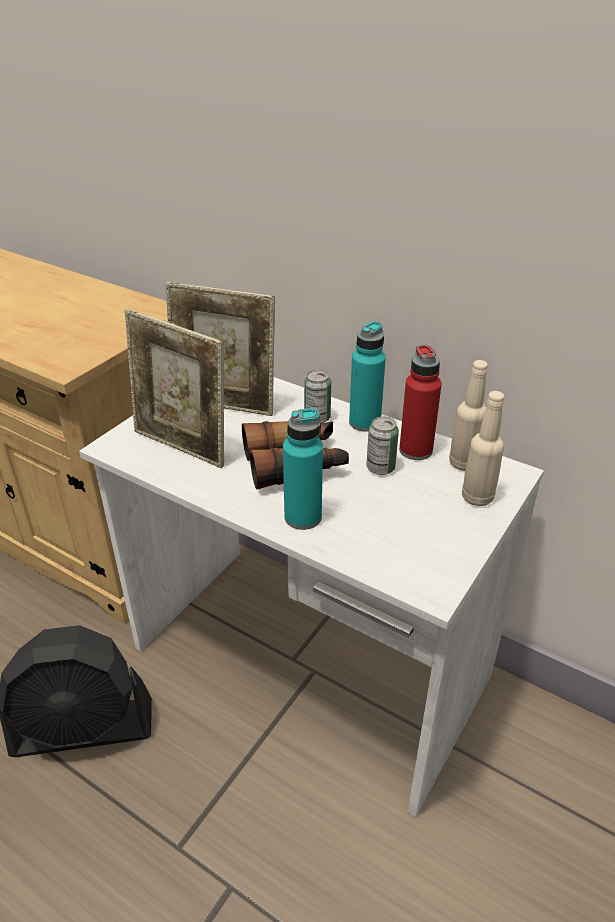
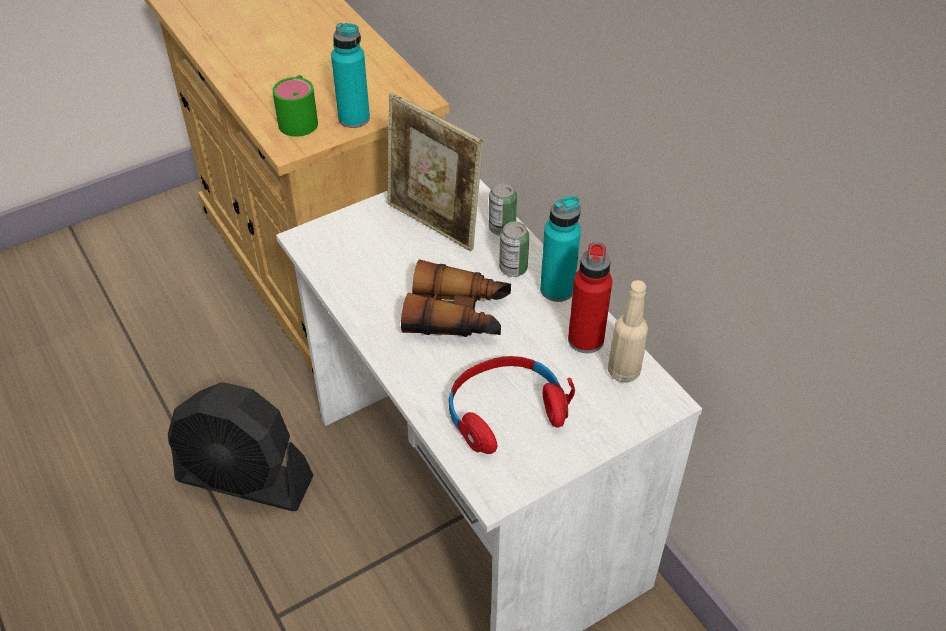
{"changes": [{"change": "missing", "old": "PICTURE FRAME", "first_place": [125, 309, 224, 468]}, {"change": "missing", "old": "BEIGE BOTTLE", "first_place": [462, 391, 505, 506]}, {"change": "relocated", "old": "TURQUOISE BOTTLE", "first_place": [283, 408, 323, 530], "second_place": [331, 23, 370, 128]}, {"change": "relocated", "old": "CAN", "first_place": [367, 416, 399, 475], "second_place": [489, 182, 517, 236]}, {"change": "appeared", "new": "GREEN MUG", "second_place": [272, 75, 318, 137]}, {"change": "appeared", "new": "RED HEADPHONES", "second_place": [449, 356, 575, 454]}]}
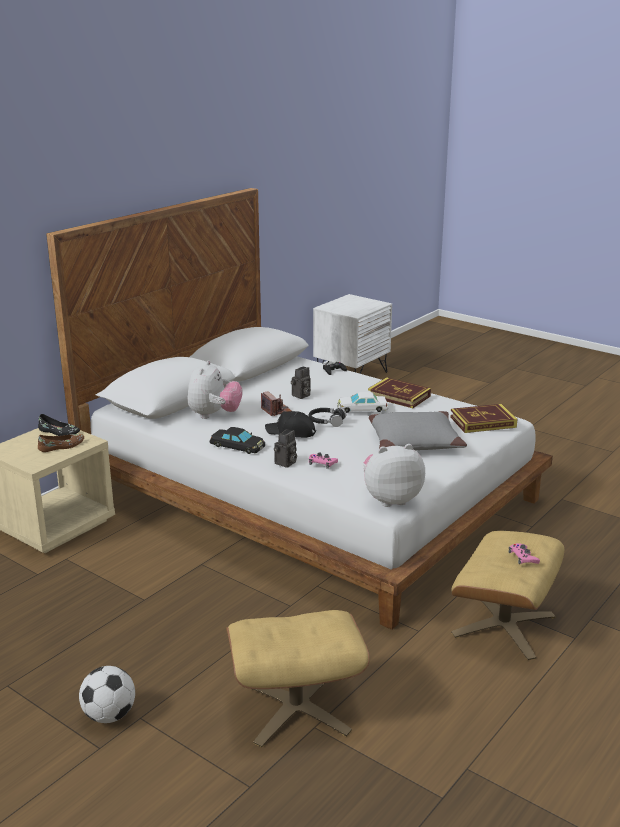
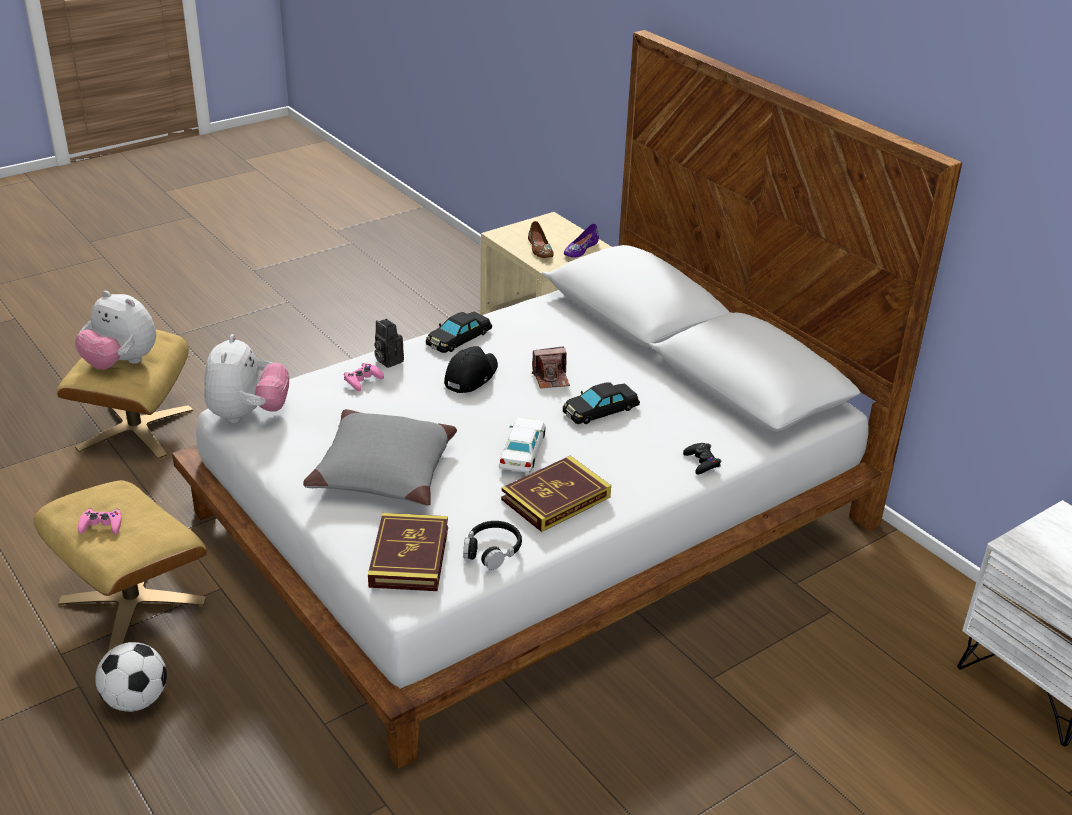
{"changes": [{"change": "relocated", "old": "PLUSH TOY", "first_place": [188, 360, 243, 419], "second_place": [75, 291, 156, 370]}, {"change": "exchanged", "old": "PHOTO CAMERA", "new": "BLACK TOY CAR", "first_place": [291, 367, 311, 399], "second_place": [563, 382, 640, 424]}, {"change": "relocated", "old": "BLACK HEADPHONES", "first_place": [309, 408, 346, 427], "second_place": [463, 521, 522, 570]}, {"change": "colour", "old": "BLACK SHOE", "new": "PURPLE SHOE", "first_place": [38, 414, 80, 436], "second_place": [564, 224, 599, 258]}, {"change": "relocated", "old": "FOOTBALL", "first_place": [79, 666, 135, 723], "second_place": [95, 642, 167, 712]}]}
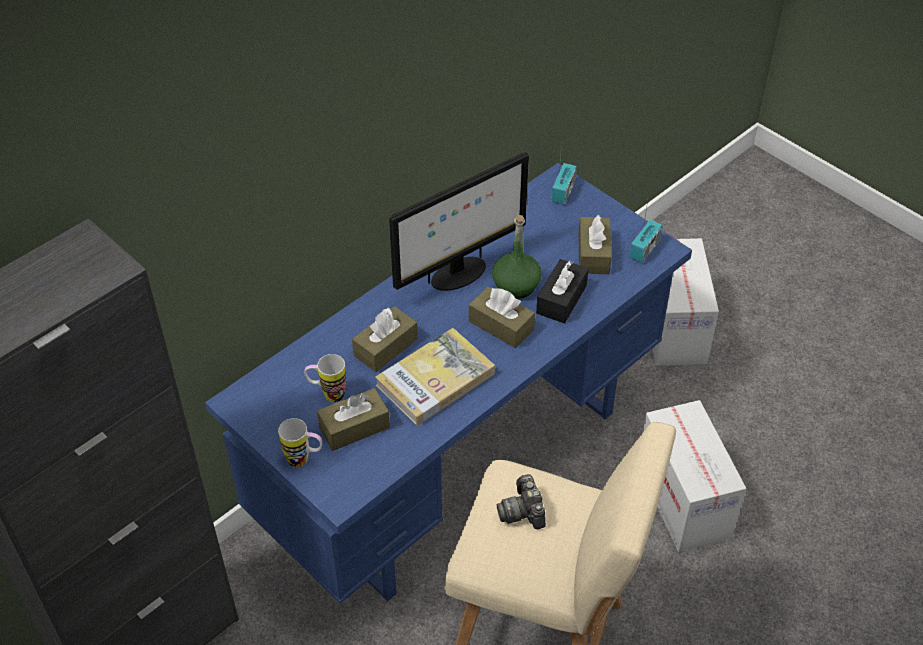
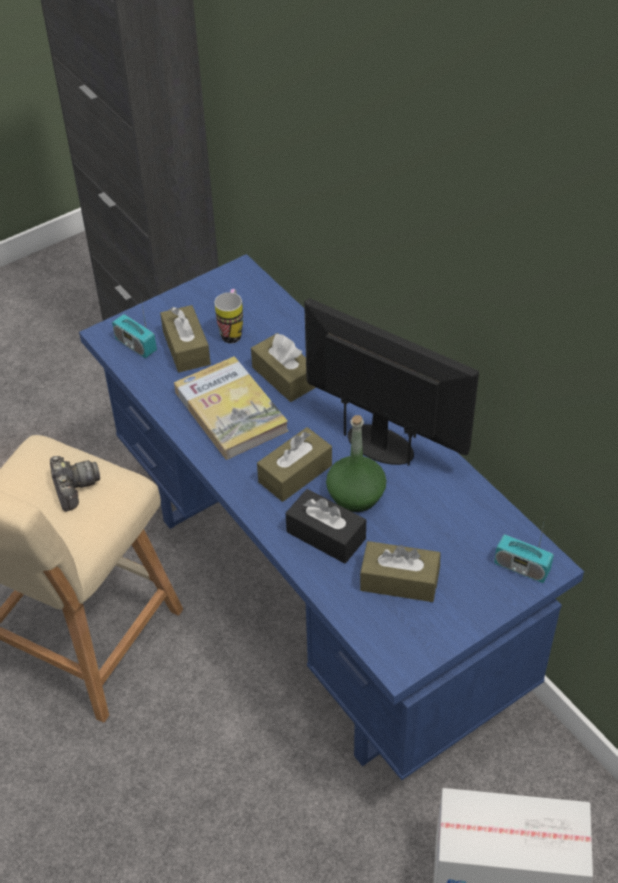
{"changes": [{"change": "spun", "old": "MONITOR", "first_place": [389, 152, 529, 291], "second_place": [304, 298, 479, 466], "degrees": 150}, {"change": "relocated", "old": "RADIO", "first_place": [630, 201, 663, 263], "second_place": [112, 294, 157, 358]}, {"change": "missing", "old": "CARDBOARD BOX", "first_place": [643, 400, 746, 552]}, {"change": "missing", "old": "MUG", "first_place": [278, 418, 322, 467]}, {"change": "spun", "old": "PHOTO CAMERA", "first_place": [497, 474, 546, 529], "second_place": [50, 456, 100, 512], "degrees": 75}]}
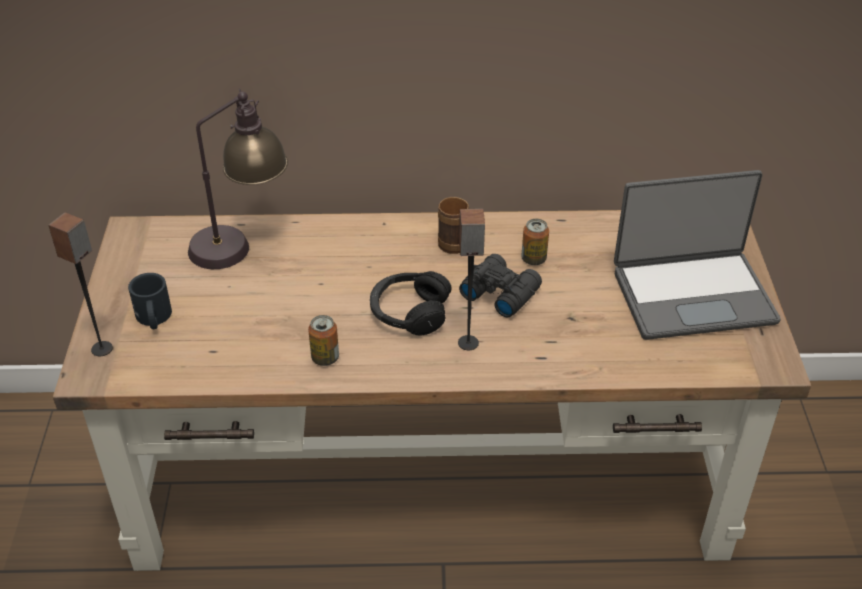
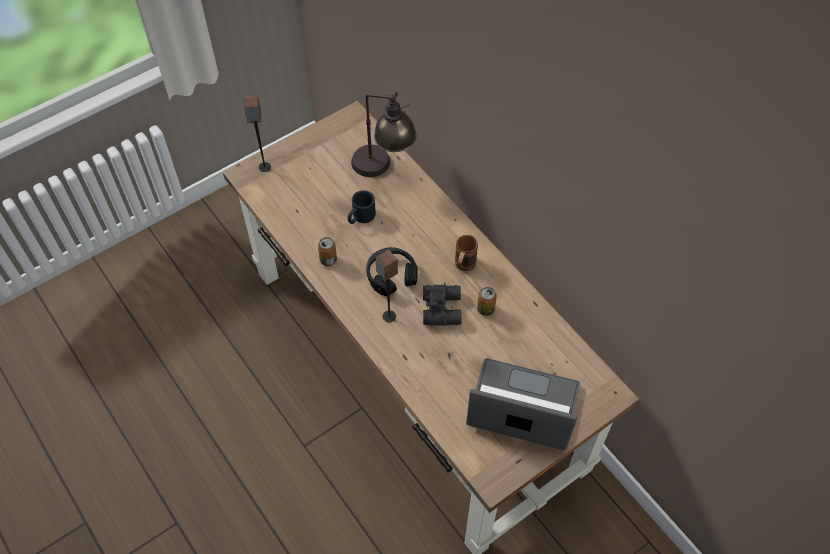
{"changes": [{"change": "spun", "old": "LAPTOP", "first_place": [614, 170, 781, 340], "second_place": [466, 358, 580, 450], "degrees": 150}, {"change": "relocated", "old": "BLACK MUG", "first_place": [128, 273, 172, 329], "second_place": [348, 190, 376, 224]}]}
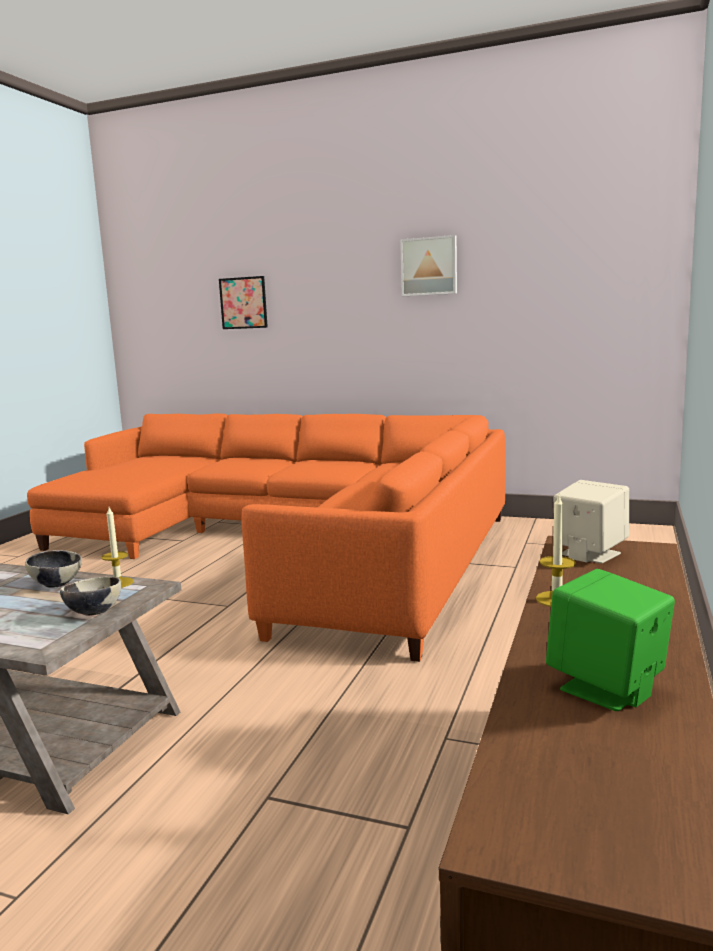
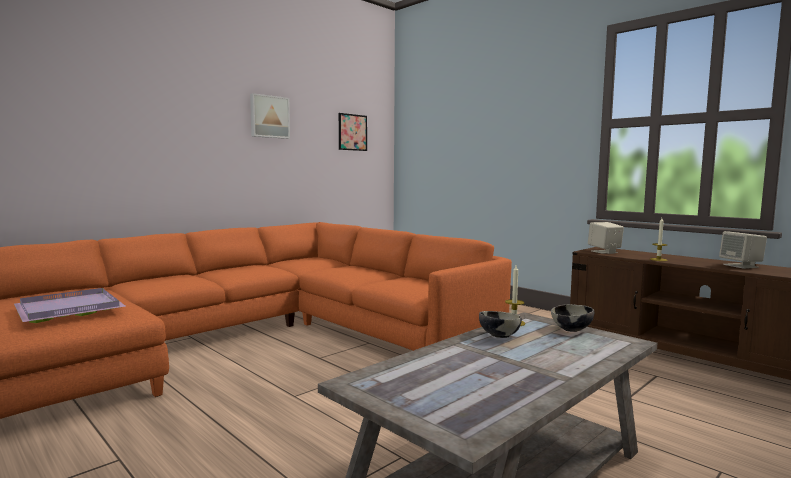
{"changes": [{"change": "relocated", "old": "PICTURE", "first_place": [219, 276, 268, 329], "second_place": [339, 113, 367, 151]}, {"change": "colour", "old": "GREEN SPEAKER", "new": "BEIGE SPEAKER", "first_place": [546, 569, 675, 711], "second_place": [719, 231, 767, 269]}, {"change": "appeared", "new": "PURPLE TRAY", "second_place": [14, 288, 126, 323]}]}
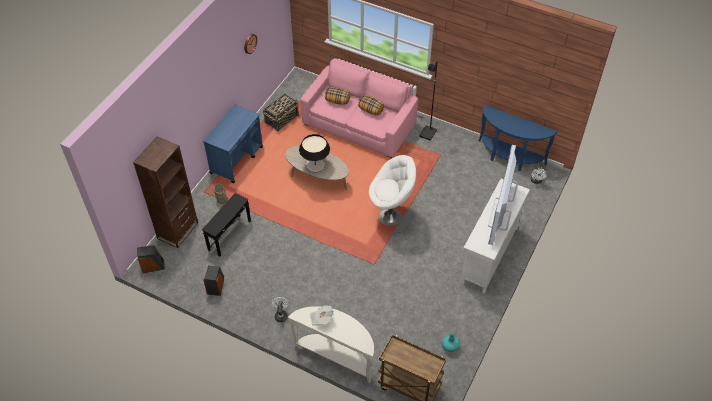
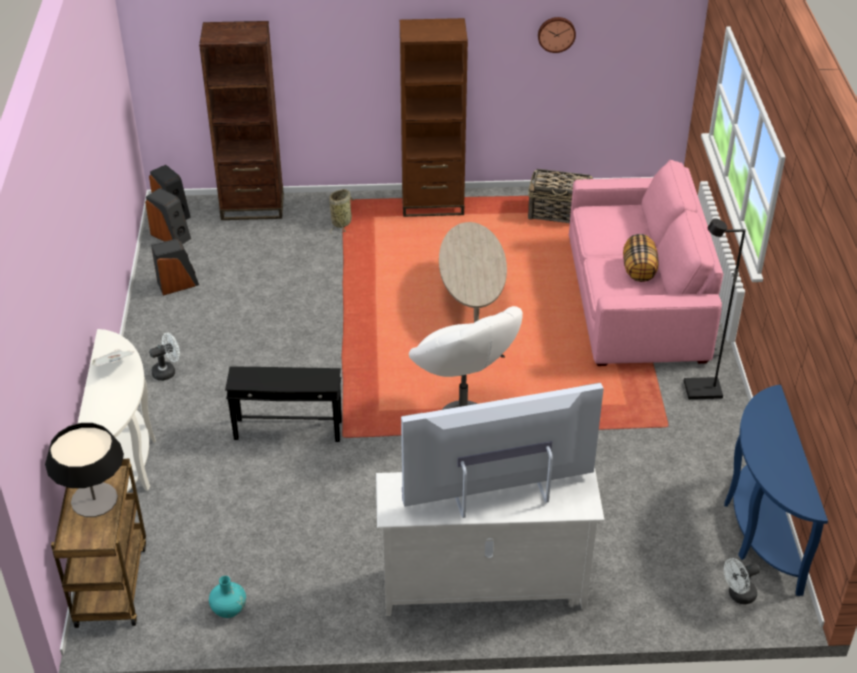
{"changes": [{"change": "missing", "old": "PILLOW", "first_place": [325, 87, 350, 105]}, {"change": "exchanged", "old": "BLUE CART", "new": "BROWN BOOKCASE", "first_place": [203, 104, 263, 183], "second_place": [400, 18, 468, 217]}, {"change": "relocated", "old": "TABLE LAMP", "first_place": [299, 134, 330, 172], "second_place": [45, 423, 124, 517]}, {"change": "relocated", "old": "BLACK SIDE TABLE", "first_place": [202, 193, 251, 257], "second_place": [225, 366, 342, 442]}, {"change": "appeared", "new": "SPEAKER", "second_place": [145, 188, 191, 244]}]}
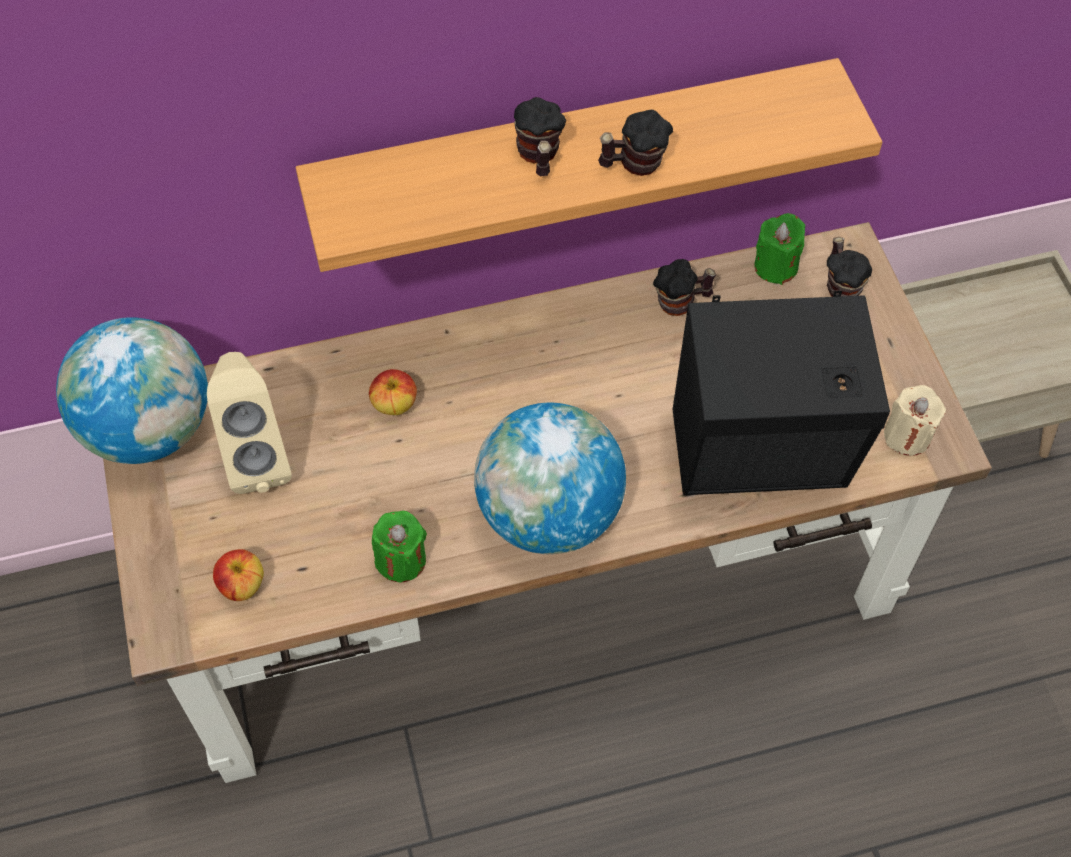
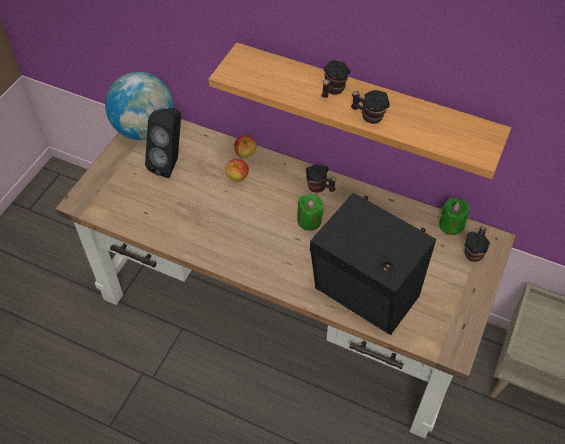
{"changes": [{"change": "relocated", "old": "MUG", "first_place": [653, 259, 716, 316], "second_place": [306, 164, 337, 193]}, {"change": "colour", "old": "BEIGE SPEAKER", "new": "BLACK SPEAKER", "first_place": [207, 352, 292, 494], "second_place": [145, 108, 181, 178]}, {"change": "missing", "old": "BEIGE CANDLE", "first_place": [884, 385, 946, 456]}, {"change": "missing", "old": "GLOBE", "first_place": [474, 403, 626, 554]}, {"change": "relocated", "old": "GREEN CANDLE", "first_place": [372, 511, 427, 582], "second_place": [297, 194, 324, 231]}, {"change": "relocated", "old": "APPLE", "first_place": [213, 549, 264, 601], "second_place": [234, 135, 256, 158]}]}
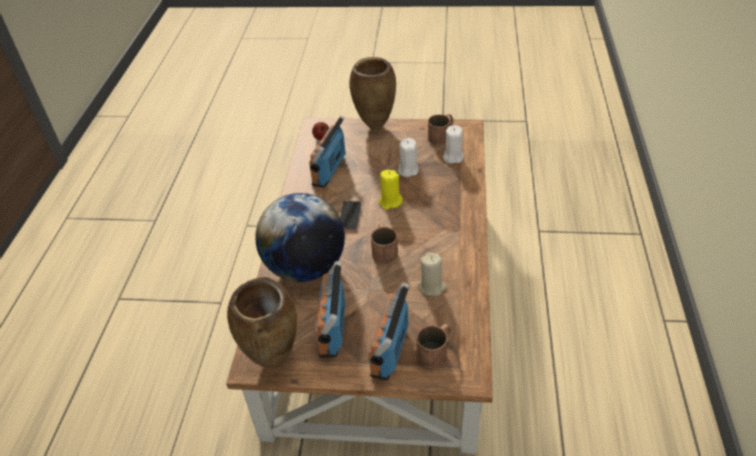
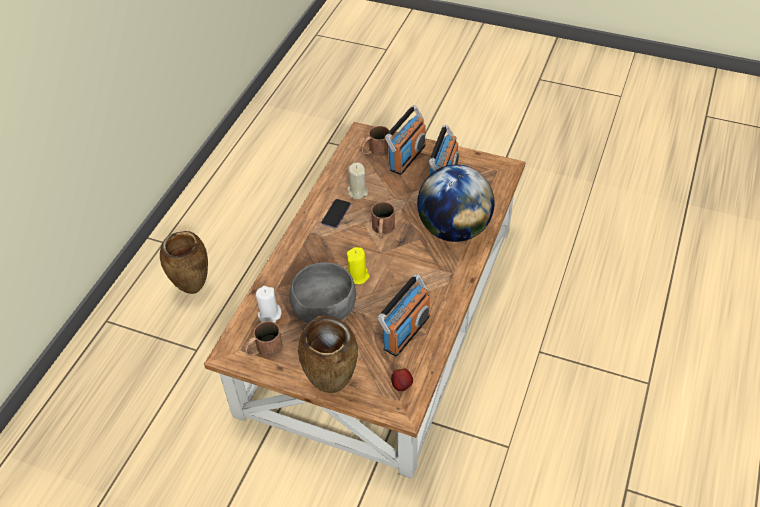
{"changes": [{"change": "exchanged", "old": "WHITE CANDLE", "new": "GREY BOWL", "first_place": [398, 138, 419, 177], "second_place": [289, 262, 356, 323]}, {"change": "relocated", "old": "PHONE", "first_place": [340, 201, 362, 230], "second_place": [321, 199, 351, 228]}, {"change": "relocated", "old": "BROWN VASE", "first_place": [227, 277, 297, 368], "second_place": [160, 231, 208, 294]}]}
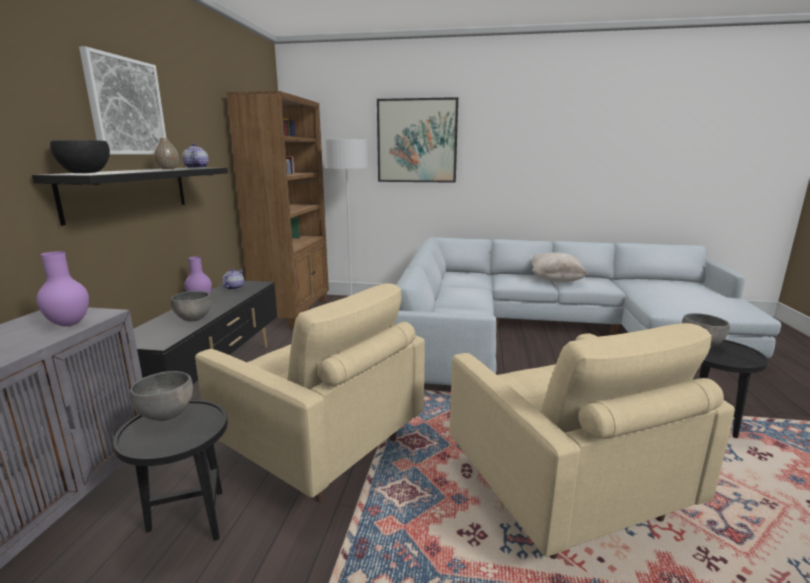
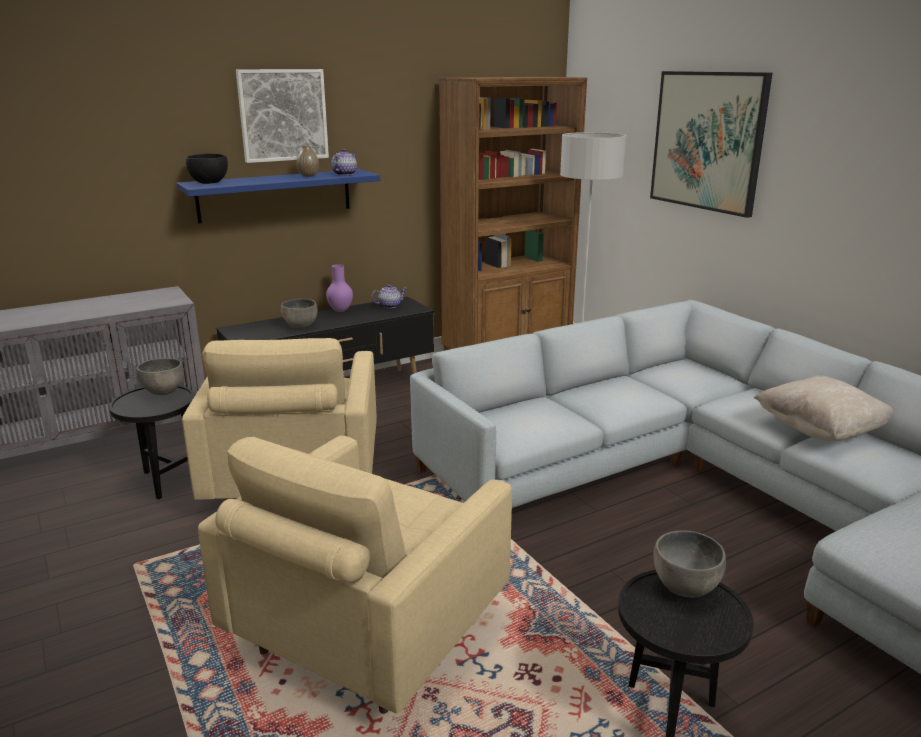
{"changes": [{"change": "colour", "old": "BLACK SHELF", "new": "BLUE SHELF", "first_place": [32, 167, 228, 226], "second_place": [177, 169, 380, 223]}, {"change": "missing", "old": "PURPLE VASE", "first_place": [36, 251, 89, 327]}]}
